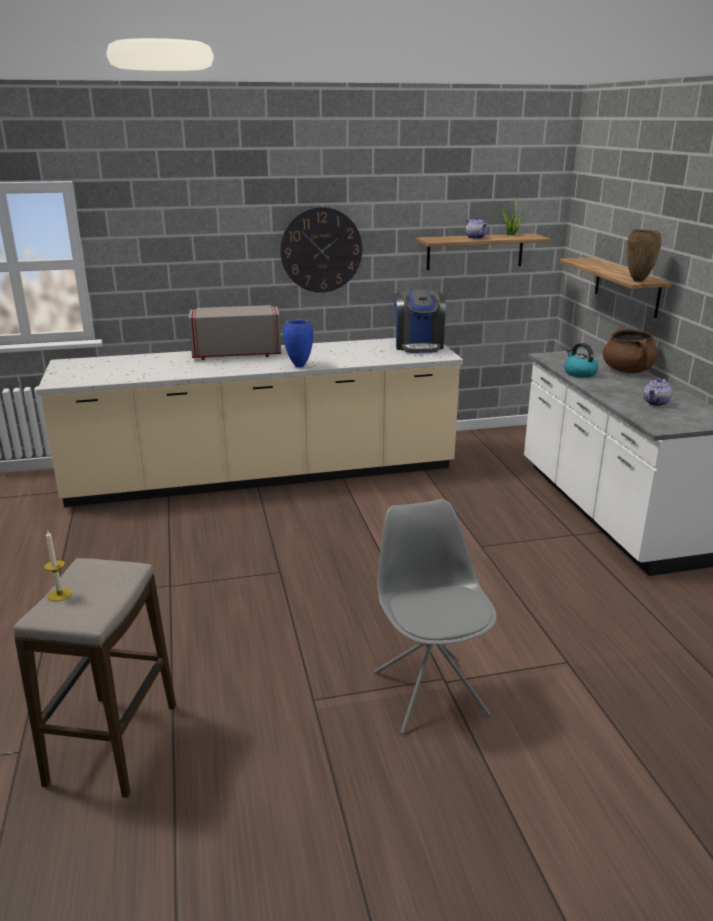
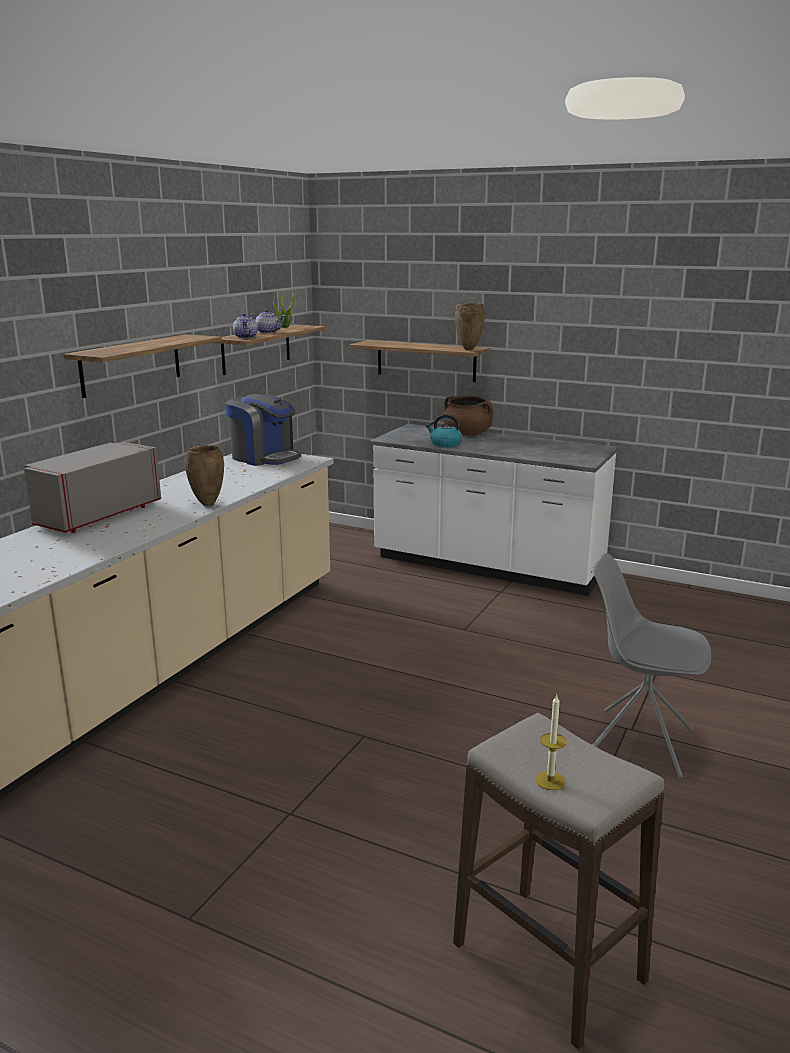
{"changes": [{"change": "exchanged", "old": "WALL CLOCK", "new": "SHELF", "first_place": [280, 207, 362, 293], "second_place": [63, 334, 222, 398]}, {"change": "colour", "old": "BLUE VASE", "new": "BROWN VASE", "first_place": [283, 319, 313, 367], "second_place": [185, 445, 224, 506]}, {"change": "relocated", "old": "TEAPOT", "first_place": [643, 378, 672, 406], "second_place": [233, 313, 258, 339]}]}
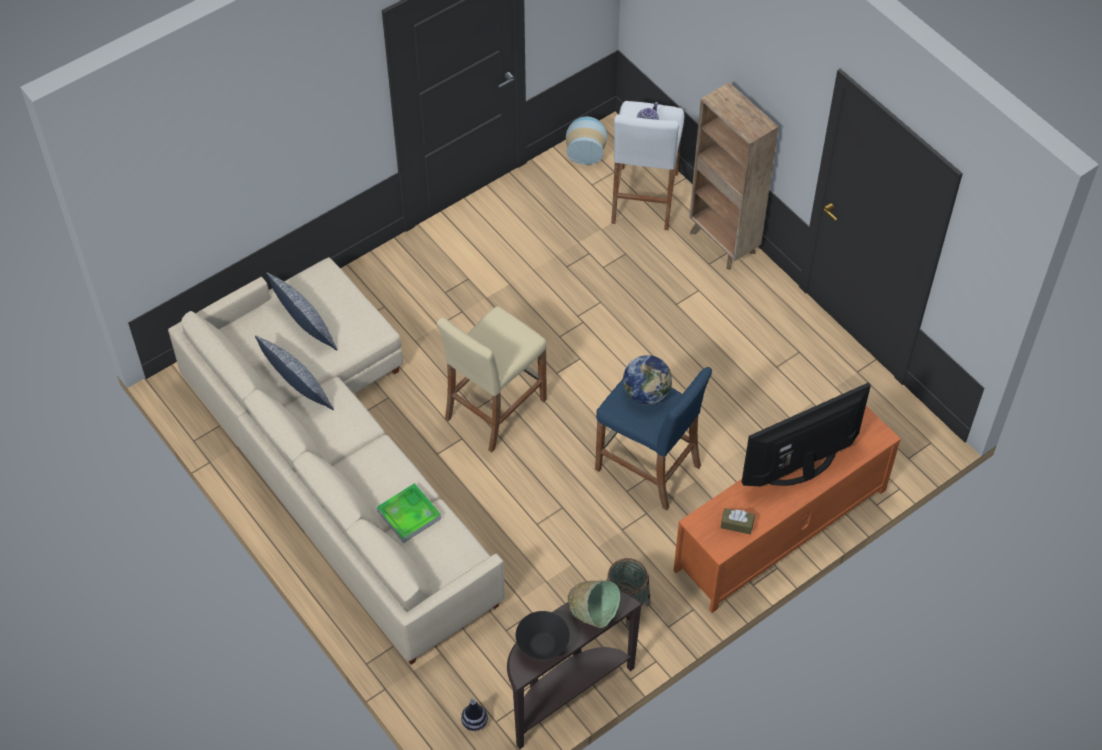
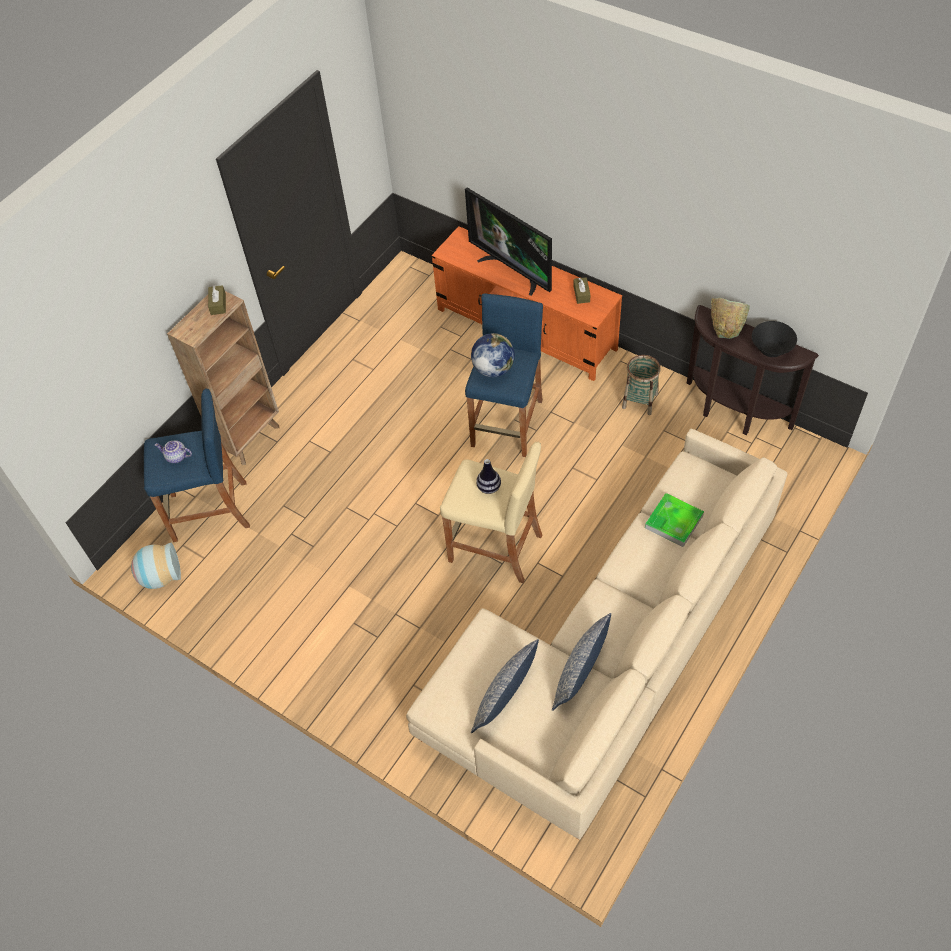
{"changes": [{"change": "colour", "old": "WHITE STOOL", "new": "BLUE STOOL", "first_place": [611, 101, 684, 230], "second_place": [144, 388, 250, 542]}, {"change": "relocated", "old": "VASE", "first_place": [461, 698, 488, 731], "second_place": [476, 459, 501, 494]}, {"change": "appeared", "new": "BROWN TISSUE BOX", "second_place": [208, 285, 226, 315]}]}
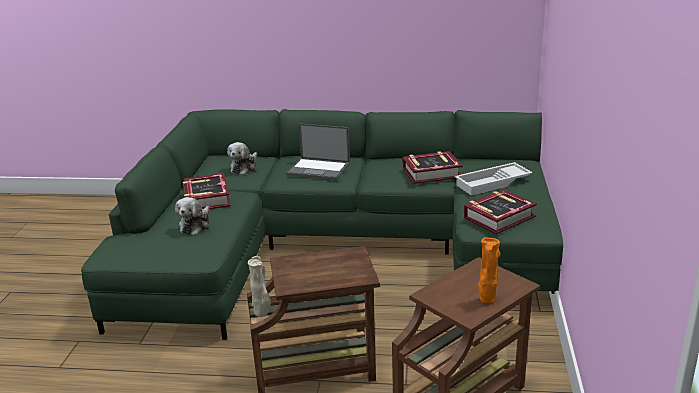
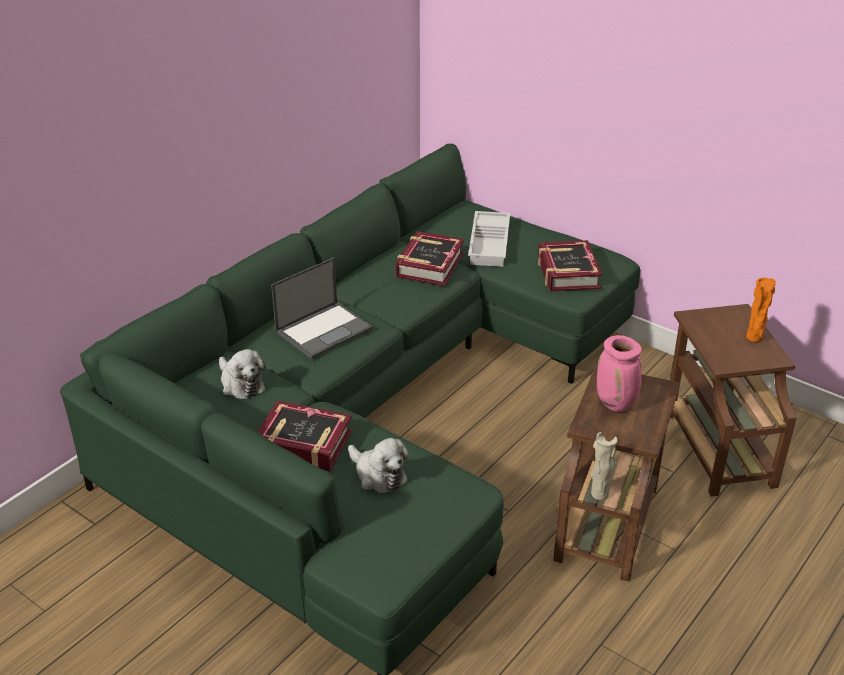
{"changes": [{"change": "appeared", "new": "PINK VASE", "second_place": [597, 335, 642, 412]}]}
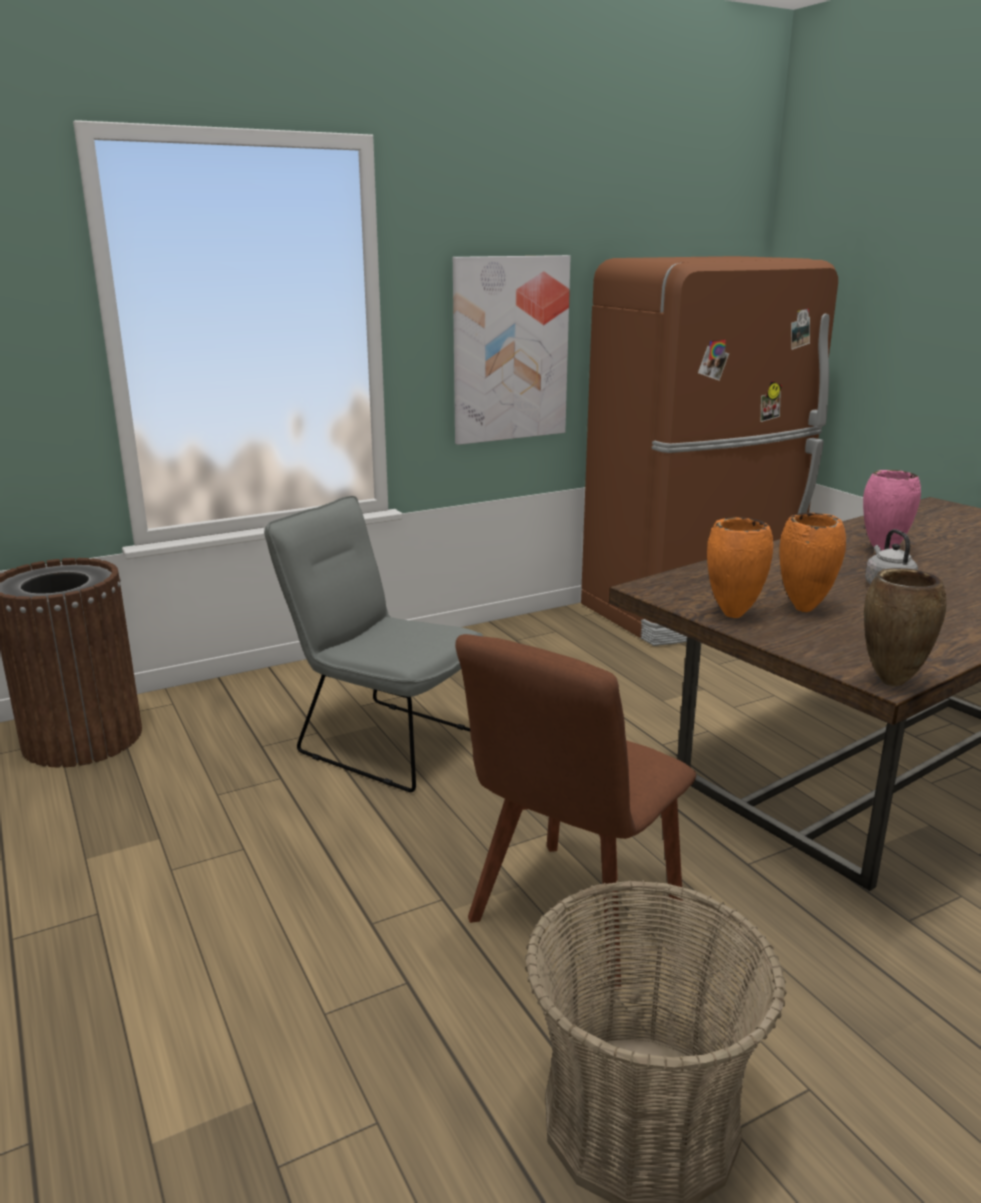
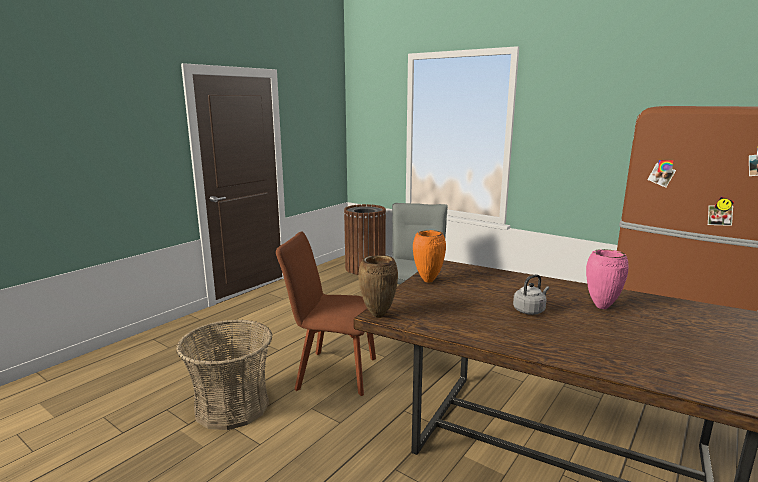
{"changes": [{"change": "missing", "old": "PICTURE", "first_place": [453, 255, 571, 445]}, {"change": "missing", "old": "ORANGE VASE", "first_place": [779, 513, 846, 612]}]}
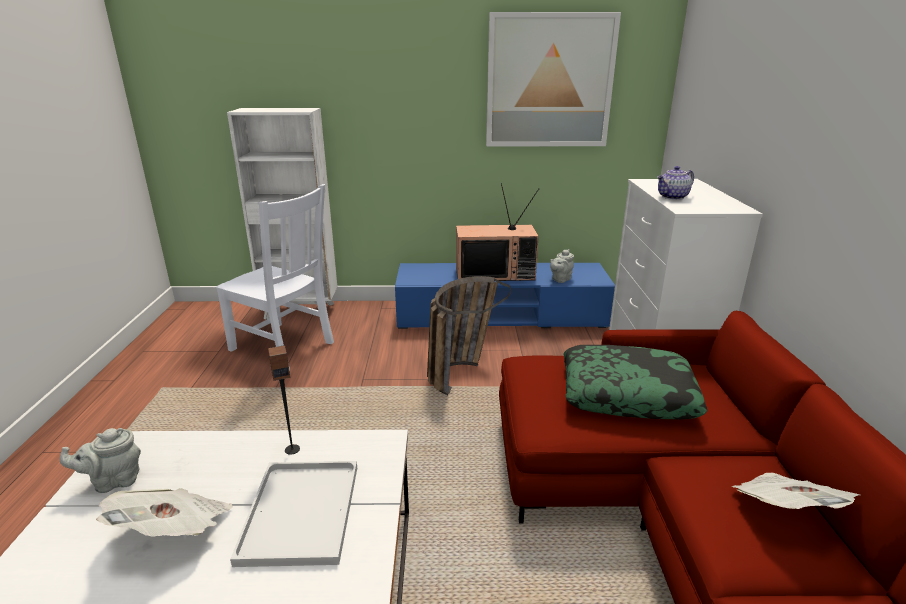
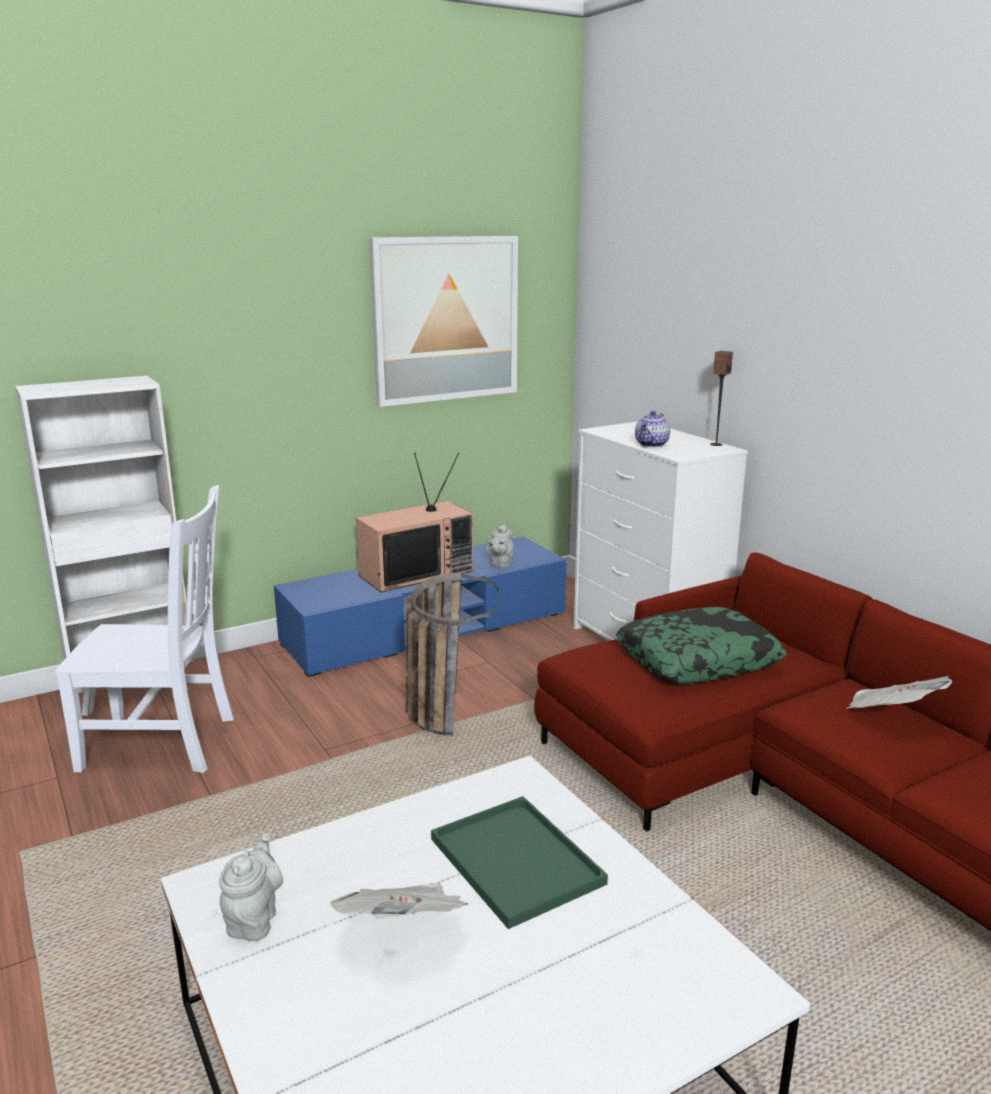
{"changes": [{"change": "relocated", "old": "SPEAKER", "first_place": [268, 345, 300, 455], "second_place": [710, 351, 733, 446]}, {"change": "spun", "old": "GREY TEAPOT", "first_place": [60, 428, 141, 493], "second_place": [219, 834, 283, 941], "degrees": 150}, {"change": "colour", "old": "WHITE TRAY", "new": "GREEN TRAY", "first_place": [230, 461, 357, 567], "second_place": [431, 796, 608, 929]}]}
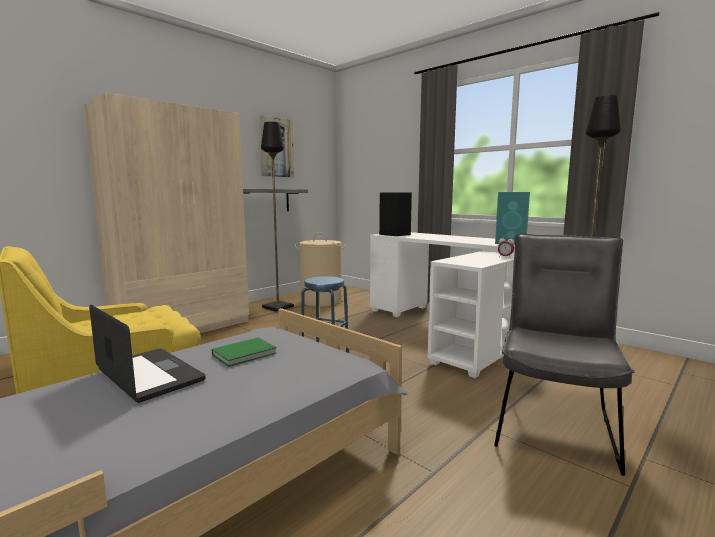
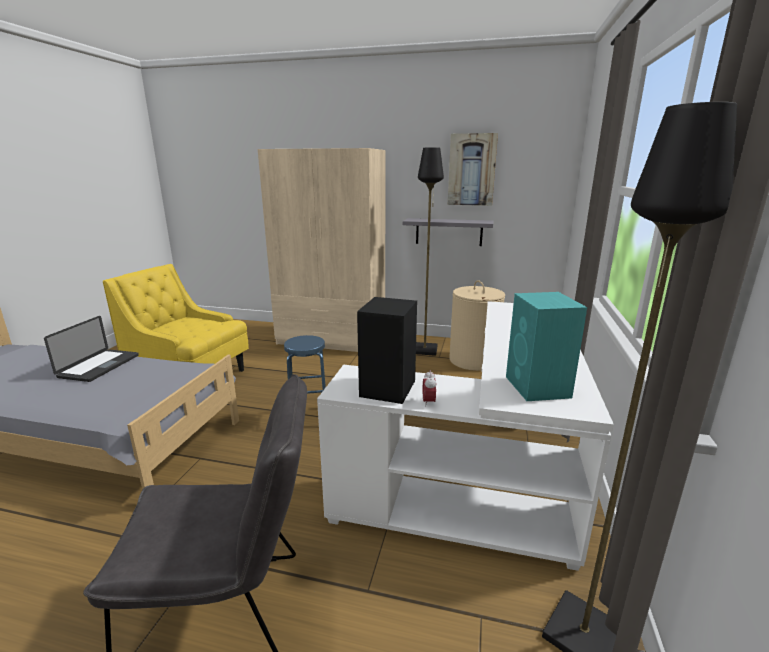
{"changes": [{"change": "relocated", "old": "BLACK SPEAKER", "first_place": [379, 192, 412, 236], "second_place": [357, 297, 417, 404]}, {"change": "missing", "old": "GREEN BOOK", "first_place": [212, 337, 277, 367]}]}
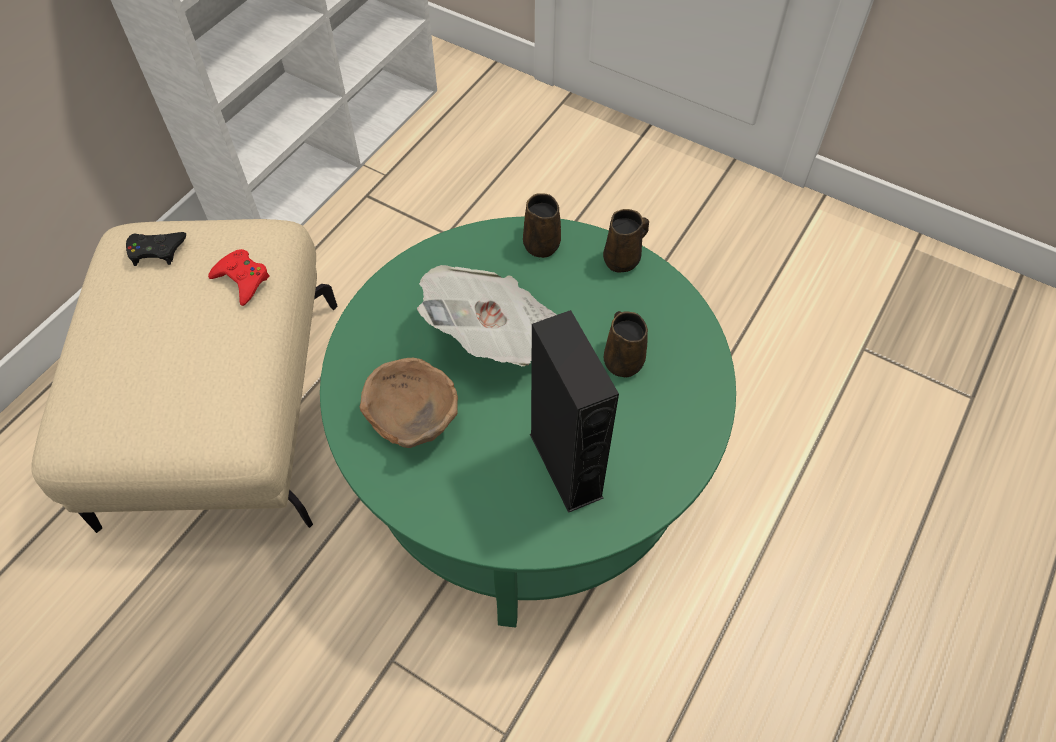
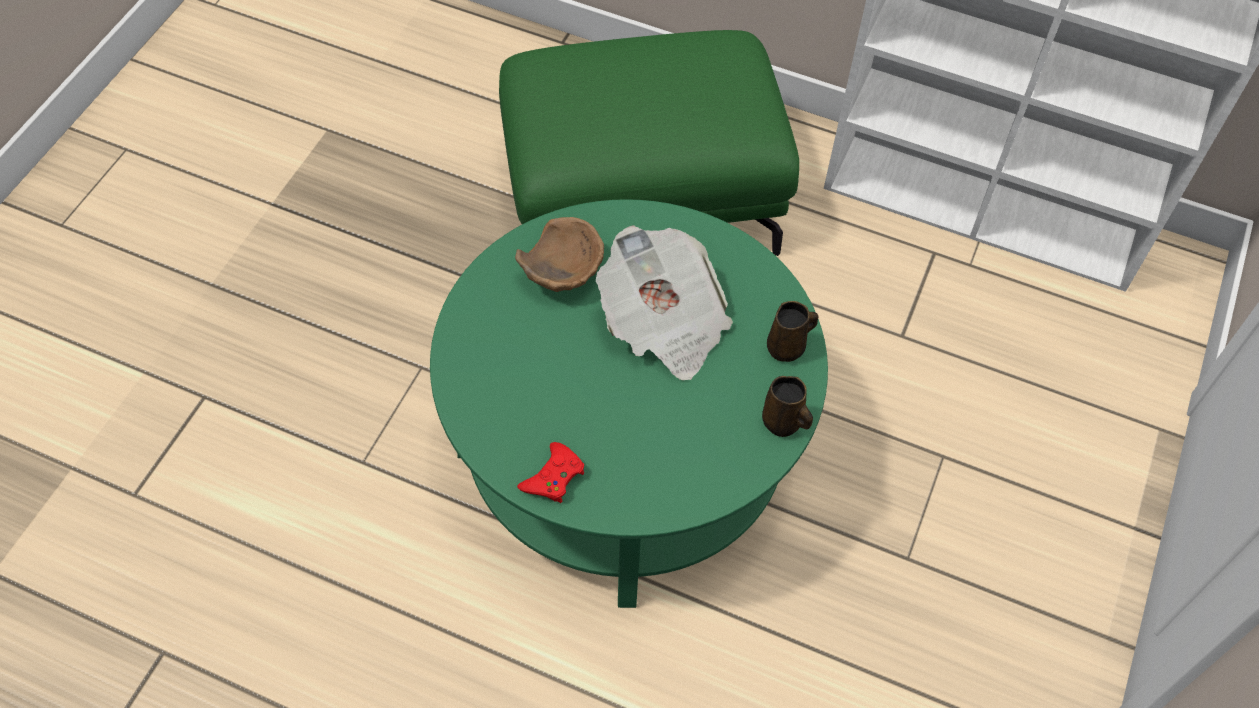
{"changes": [{"change": "colour", "old": "BEIGE OTTOMAN", "new": "GREEN OTTOMAN", "first_place": [31, 219, 338, 533], "second_place": [499, 30, 799, 256]}, {"change": "missing", "old": "BLACK GAME CONTROLLER", "first_place": [126, 232, 186, 266]}, {"change": "relocated", "old": "RED GAME CONTROLLER", "first_place": [208, 249, 270, 306], "second_place": [517, 442, 584, 503]}, {"change": "missing", "old": "BLACK SPEAKER", "first_place": [530, 310, 619, 513]}, {"change": "missing", "old": "BROWN MUG", "first_place": [604, 311, 648, 377]}]}
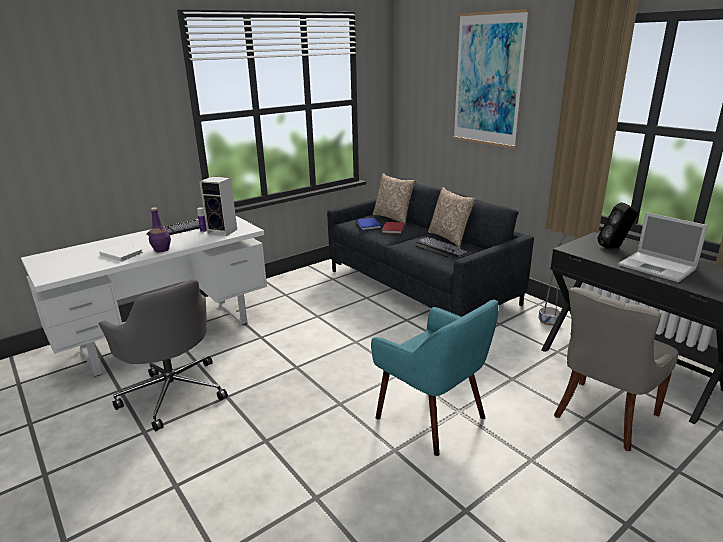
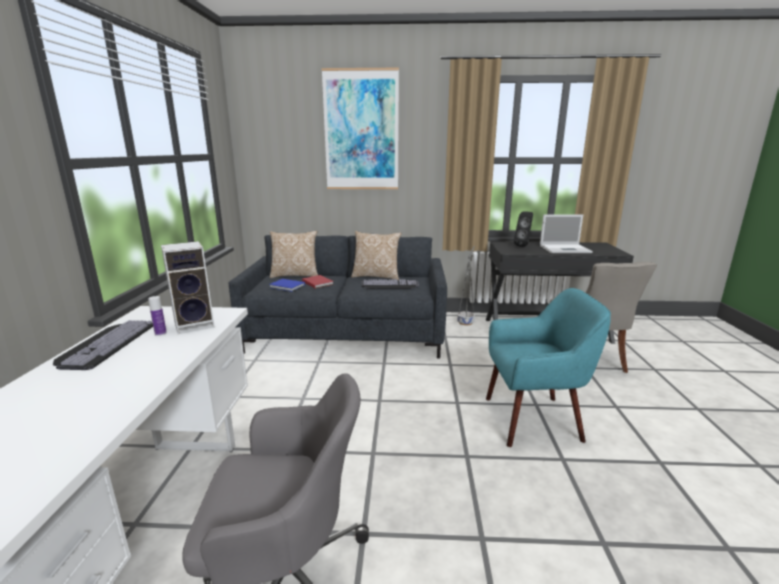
{"changes": [{"change": "missing", "old": "PURPLE BOTTLE", "first_place": [149, 207, 171, 252]}, {"change": "missing", "old": "WHITE BOOK", "first_place": [99, 244, 143, 262]}]}
